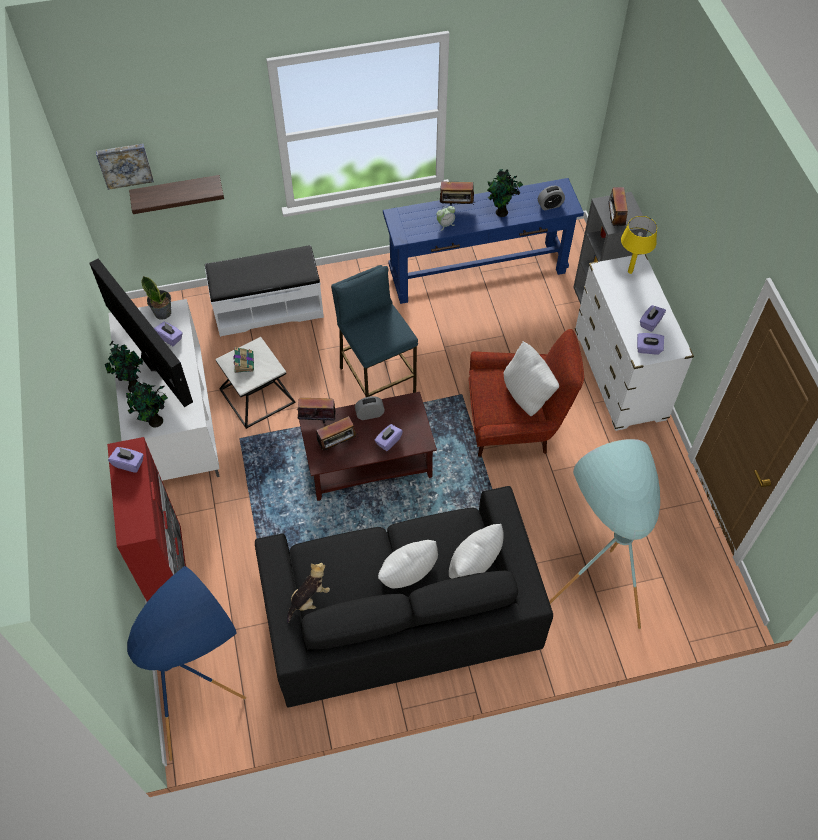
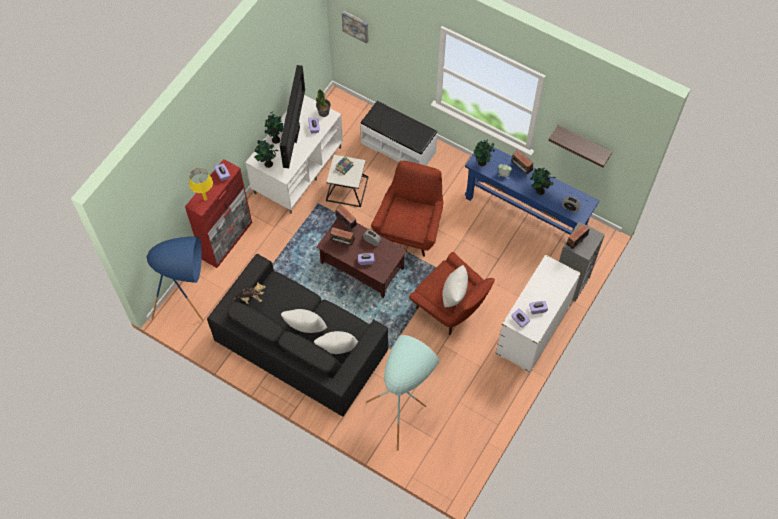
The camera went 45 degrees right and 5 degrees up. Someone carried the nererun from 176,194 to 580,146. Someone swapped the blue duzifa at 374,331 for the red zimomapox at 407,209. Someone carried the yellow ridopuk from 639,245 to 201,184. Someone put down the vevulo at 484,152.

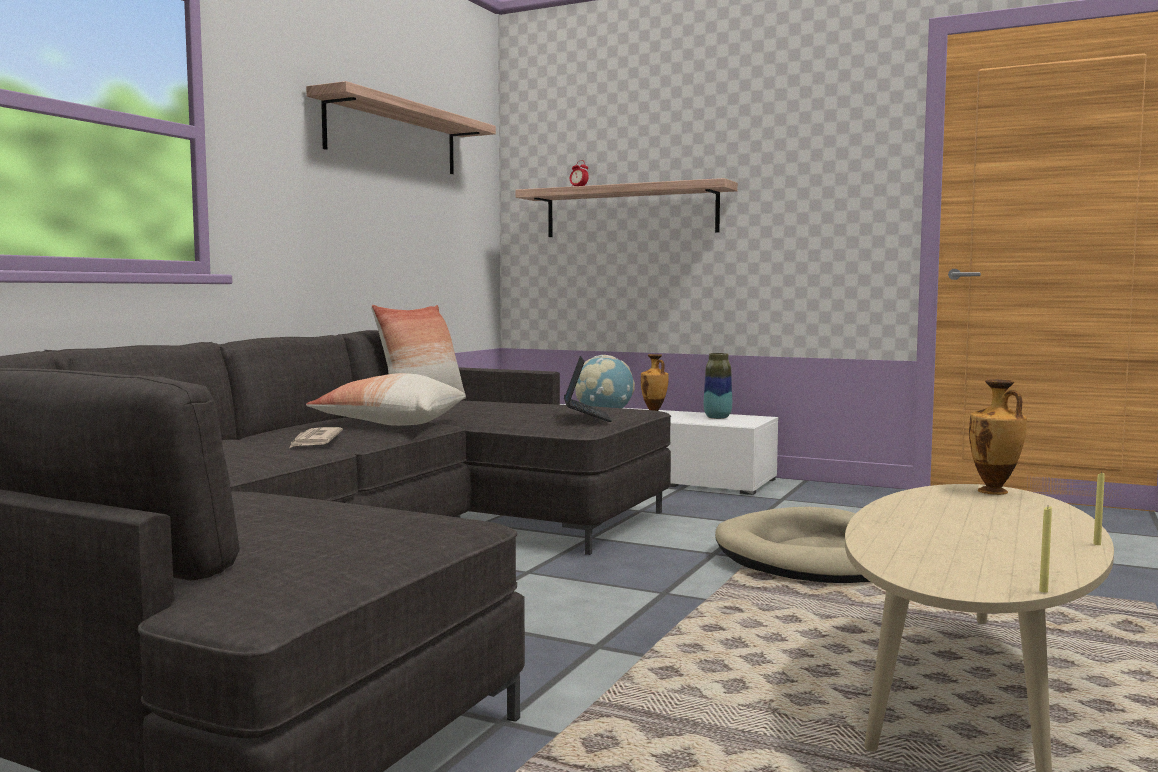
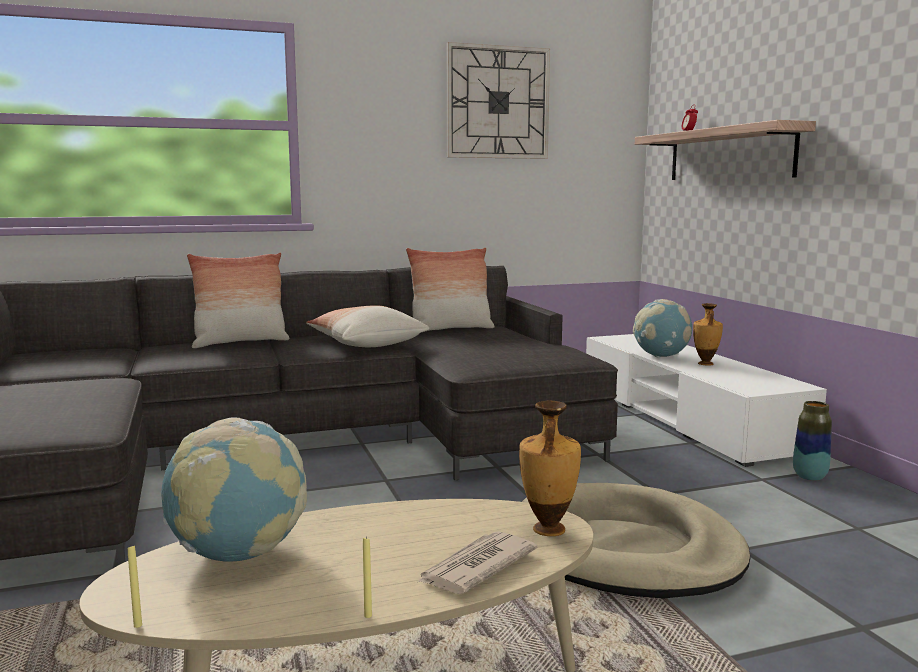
The camera went 45 degrees right and 5 degrees up. Someone carried the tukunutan from 316,437 to 477,562. Someone swapped the nererun at 401,127 for the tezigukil at 498,100. Someone took away the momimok at 588,389. Someone carried the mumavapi from 718,386 to 812,441. Someone put down the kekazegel at 234,490. Someone put down the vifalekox at 238,300.

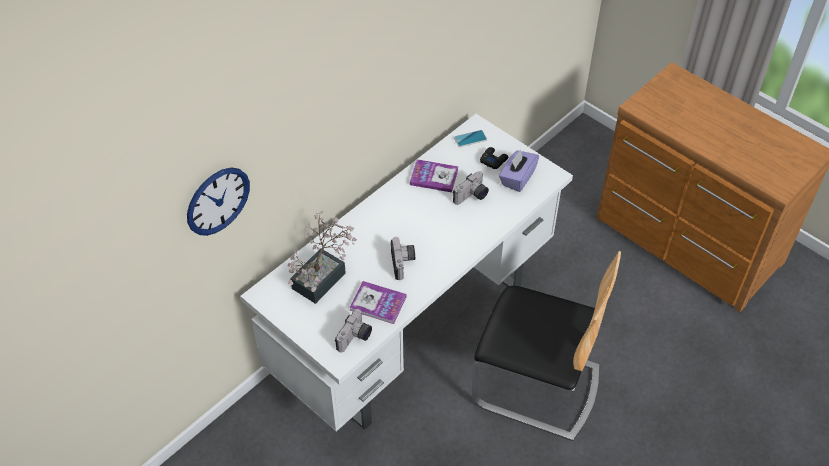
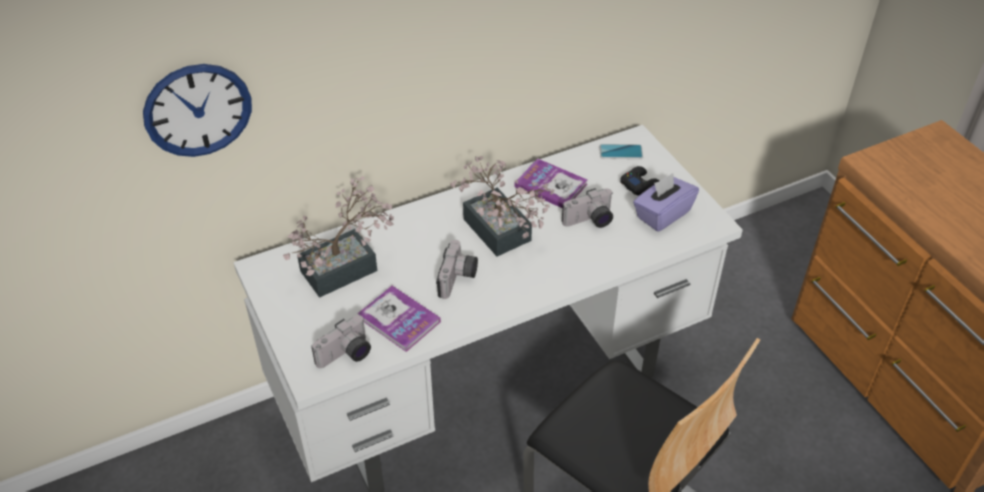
The camera went 20 degrees right and 5 degrees down. Someone put down the vevulo at 502,206.

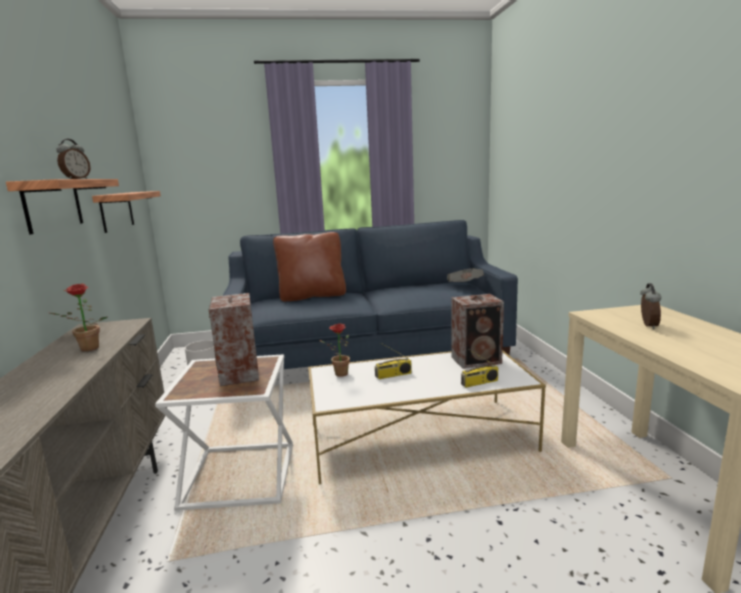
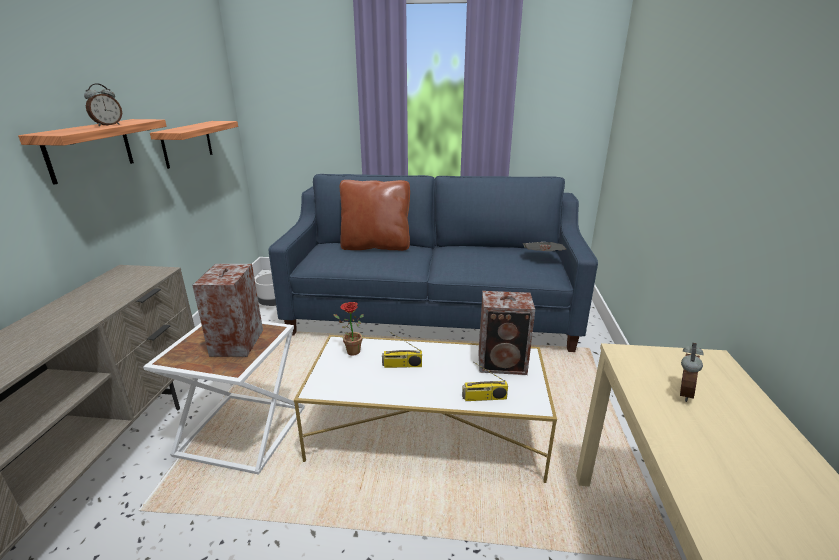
The camera went 15 degrees right and 10 degrees up. Someone took away the vevulo at 79,317.

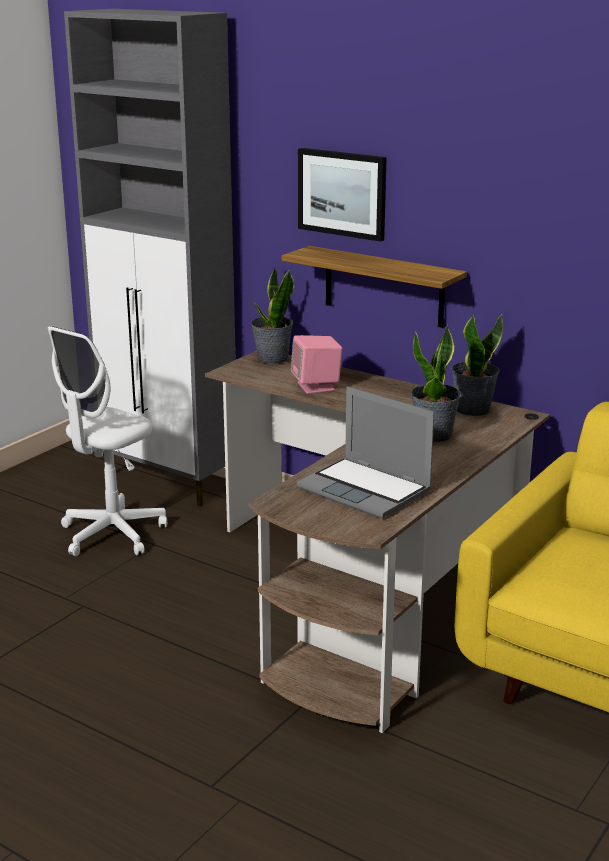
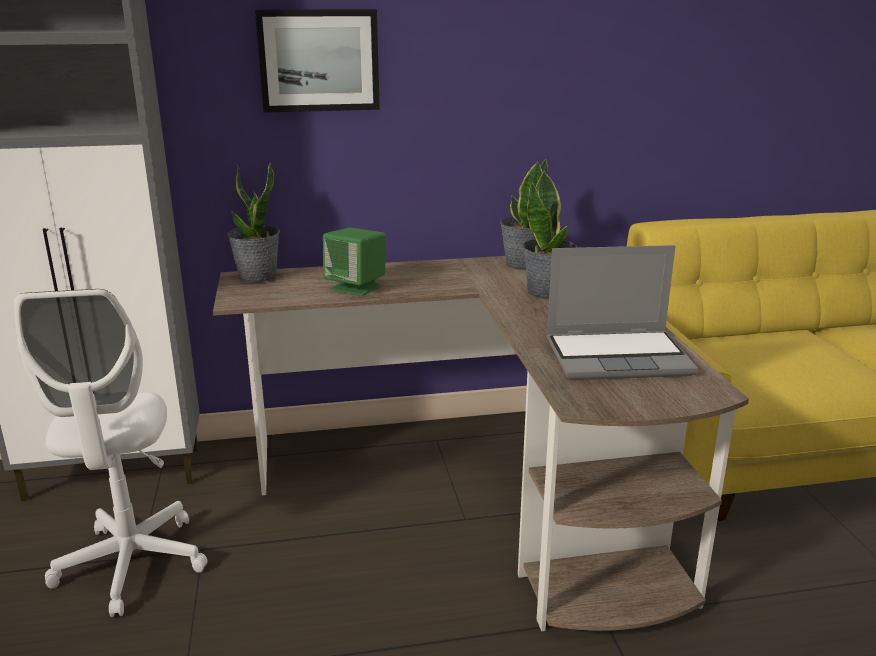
The camera went 45 degrees left and 0 degrees up. Someone took away the nererun at 374,287. Someone repainted the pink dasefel at 316,364, which became the green dasefel at 354,261.

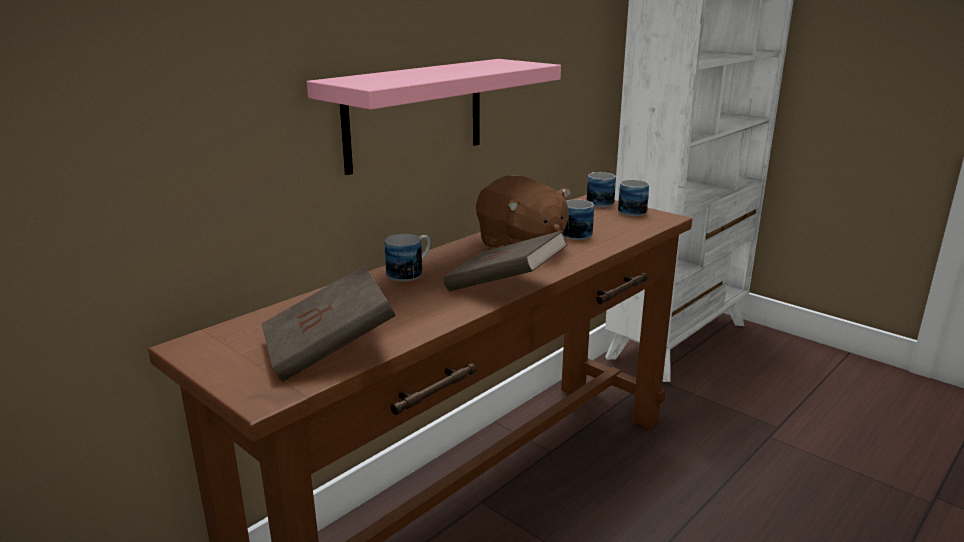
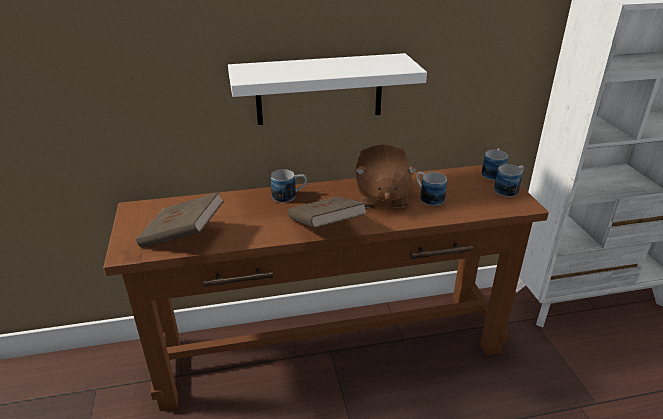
The camera went 35 degrees right and 10 degrees up. Someone repainted the pink nererun at 434,117, which became the white nererun at 327,89.

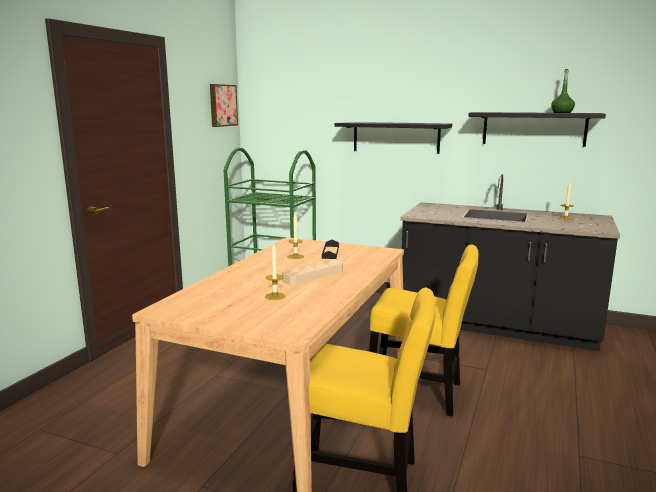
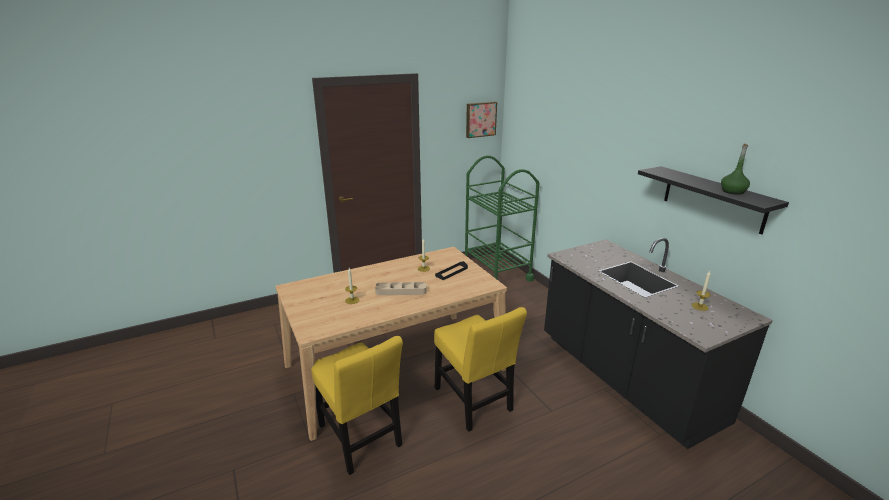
The camera went 40 degrees right and 10 degrees up. Someone took away the black nererun at 393,138.

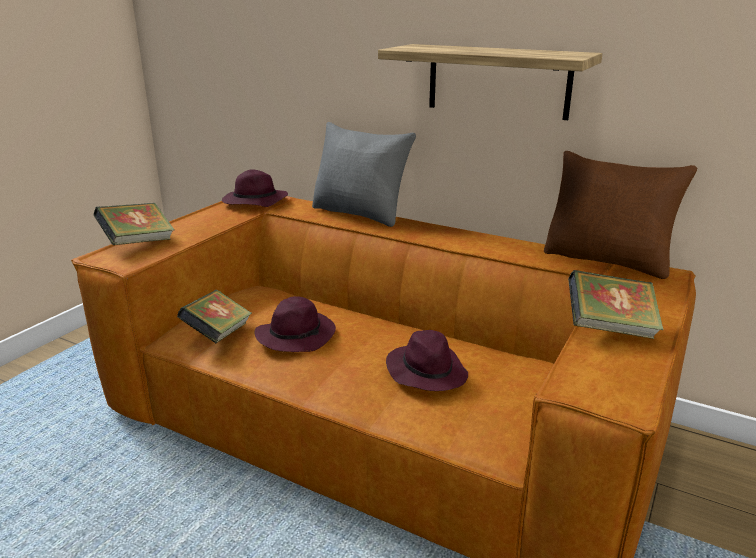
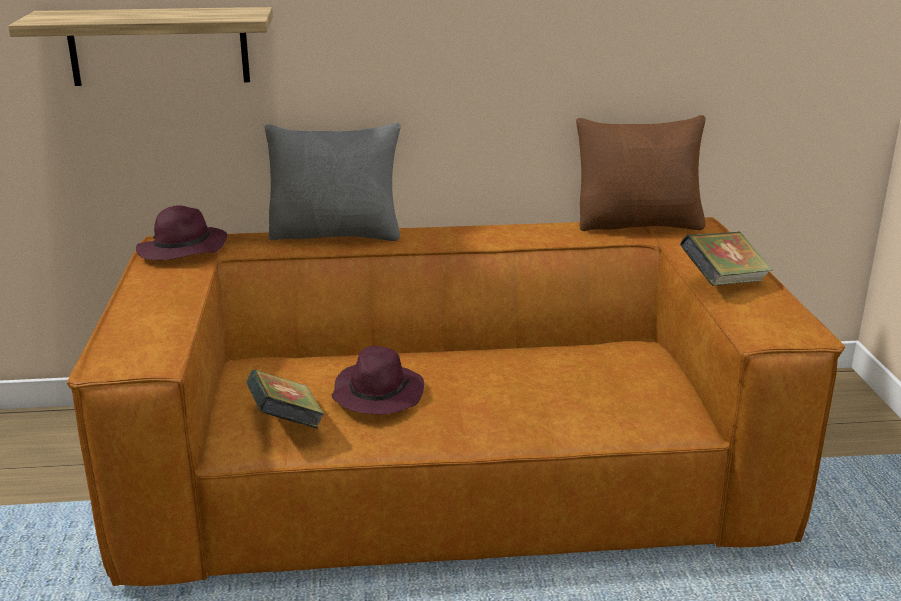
The camera went 35 degrees left and 0 degrees up. Someone took away the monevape at 134,224. Someone carried the nererun from 490,82 to 140,46. Someone took away the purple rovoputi at 427,360.

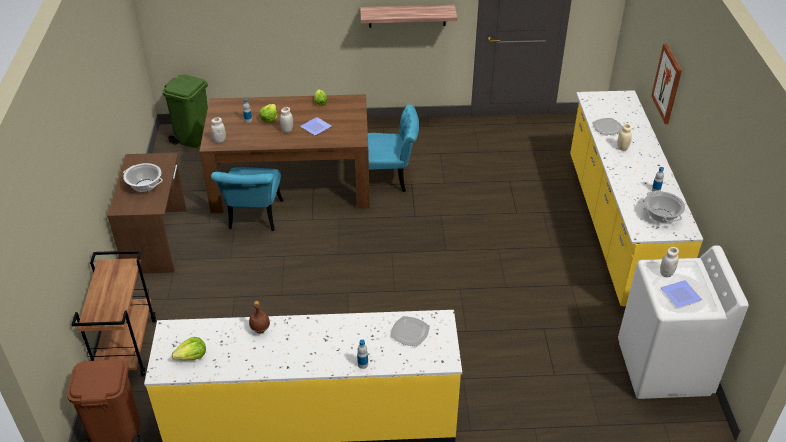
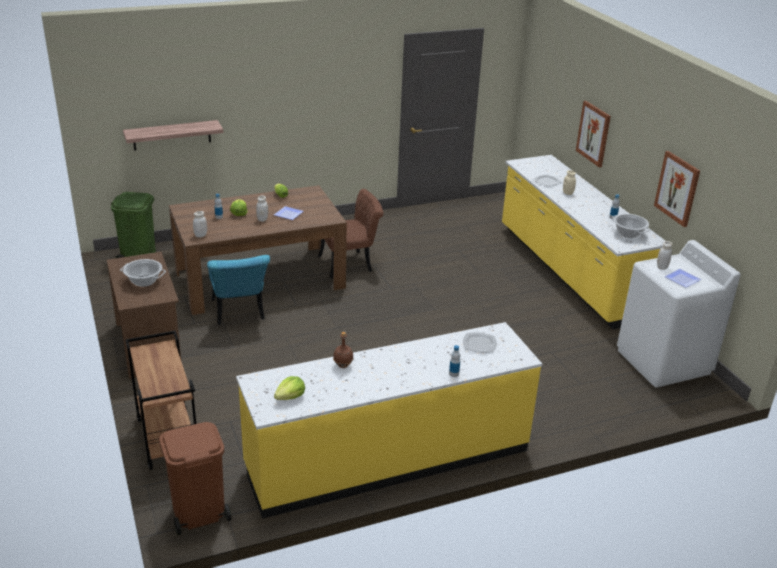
The camera went 20 degrees left and 10 degrees down. Someone carried the nererun from 408,16 to 173,135. Someone repainted the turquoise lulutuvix at 393,148, which became the brown lulutuvix at 351,233. Someone put up the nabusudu at 677,189.

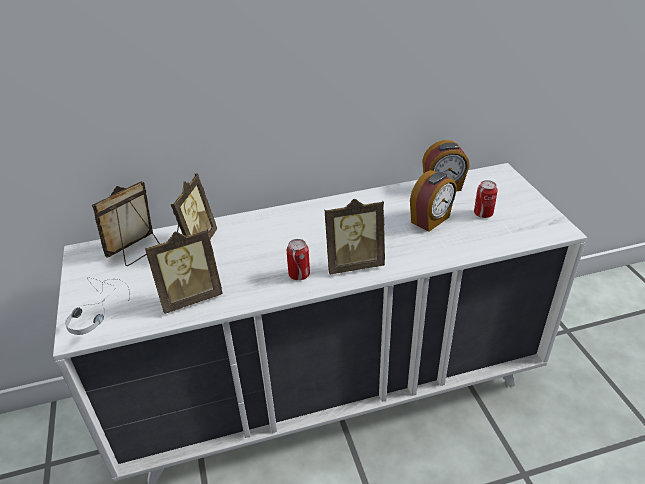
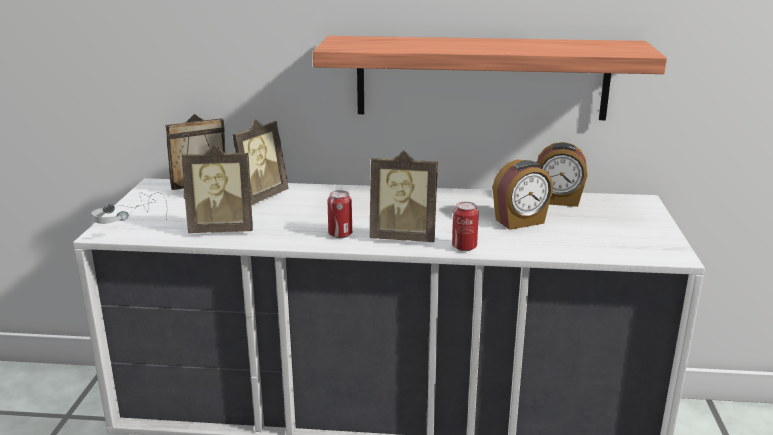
The camera went 20 degrees right and 15 degrees down. Someone carried the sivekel from 486,199 to 465,226. Someone put up the nererun at 490,78.

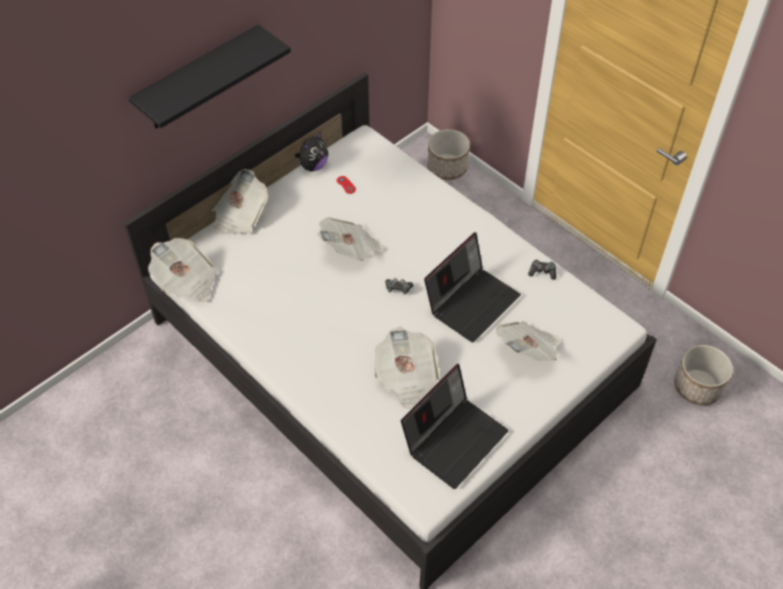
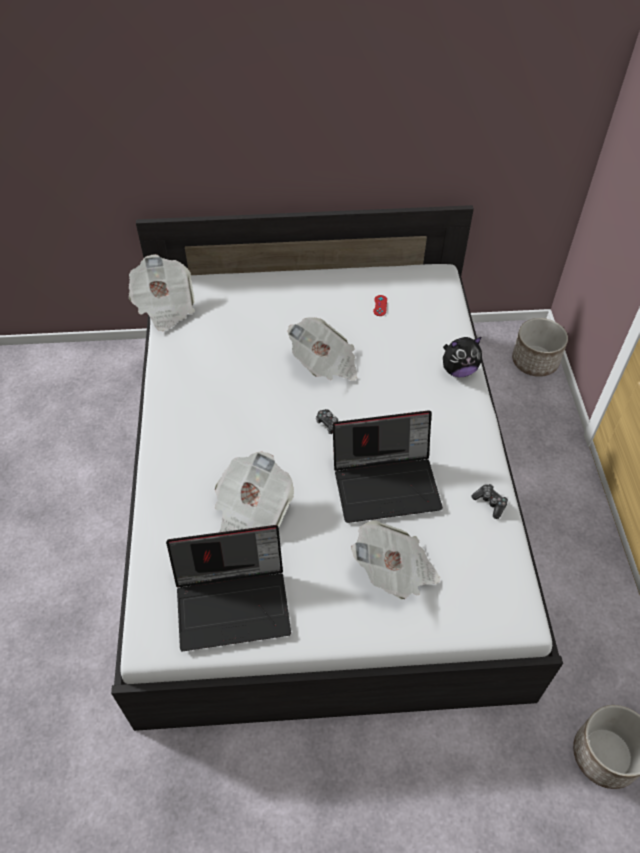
The camera went 40 degrees right and 0 degrees up. Someone took away the black nererun at 209,76. Someone took away the tukunutan at 239,202. Someone carried the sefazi from 311,151 to 462,357.

